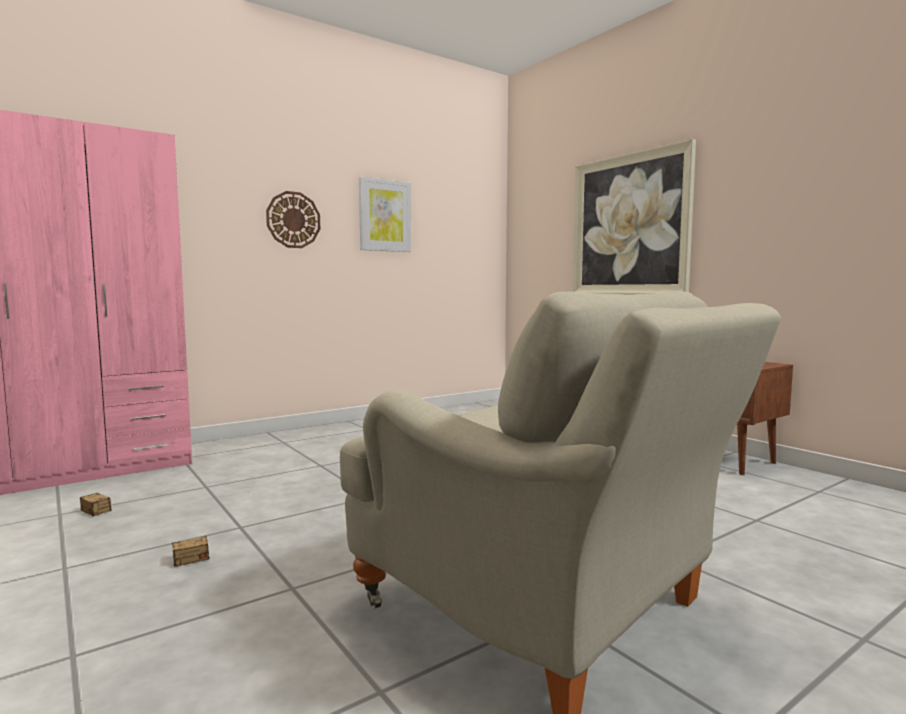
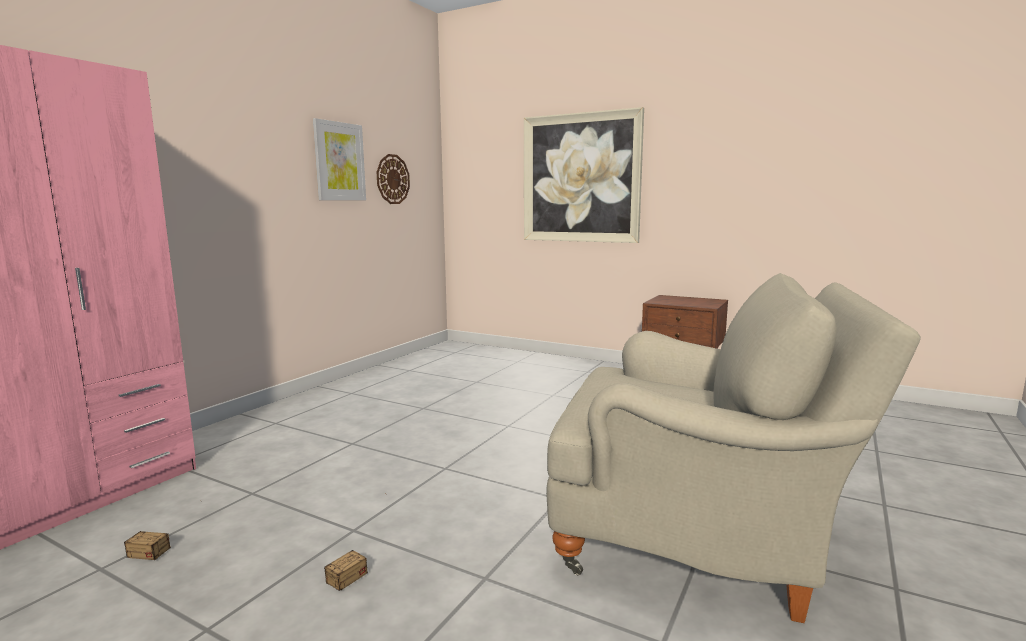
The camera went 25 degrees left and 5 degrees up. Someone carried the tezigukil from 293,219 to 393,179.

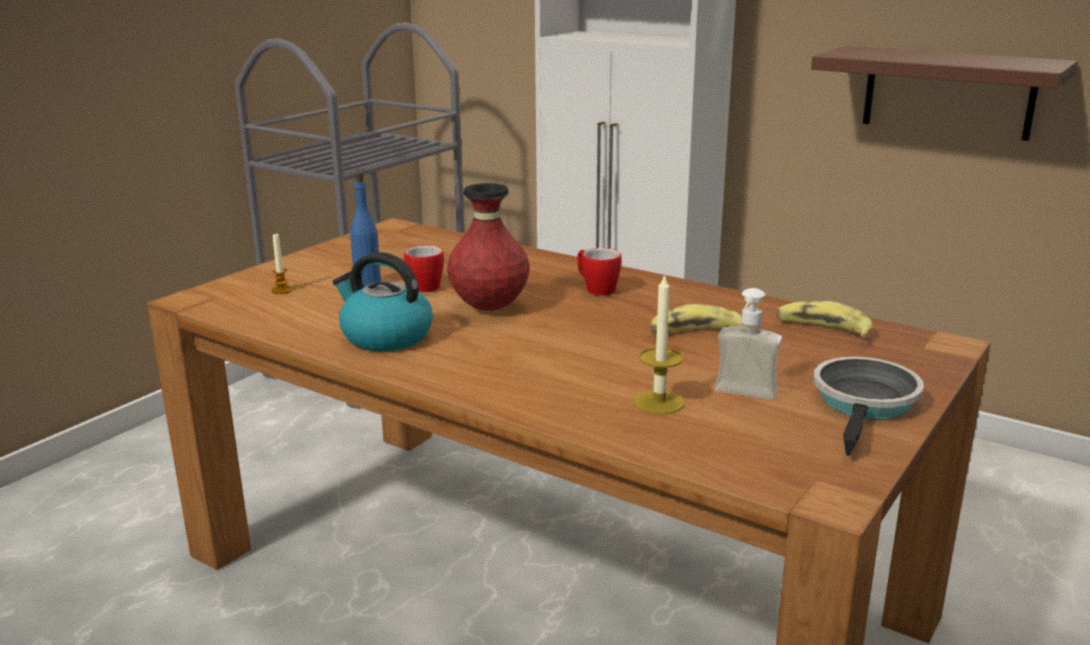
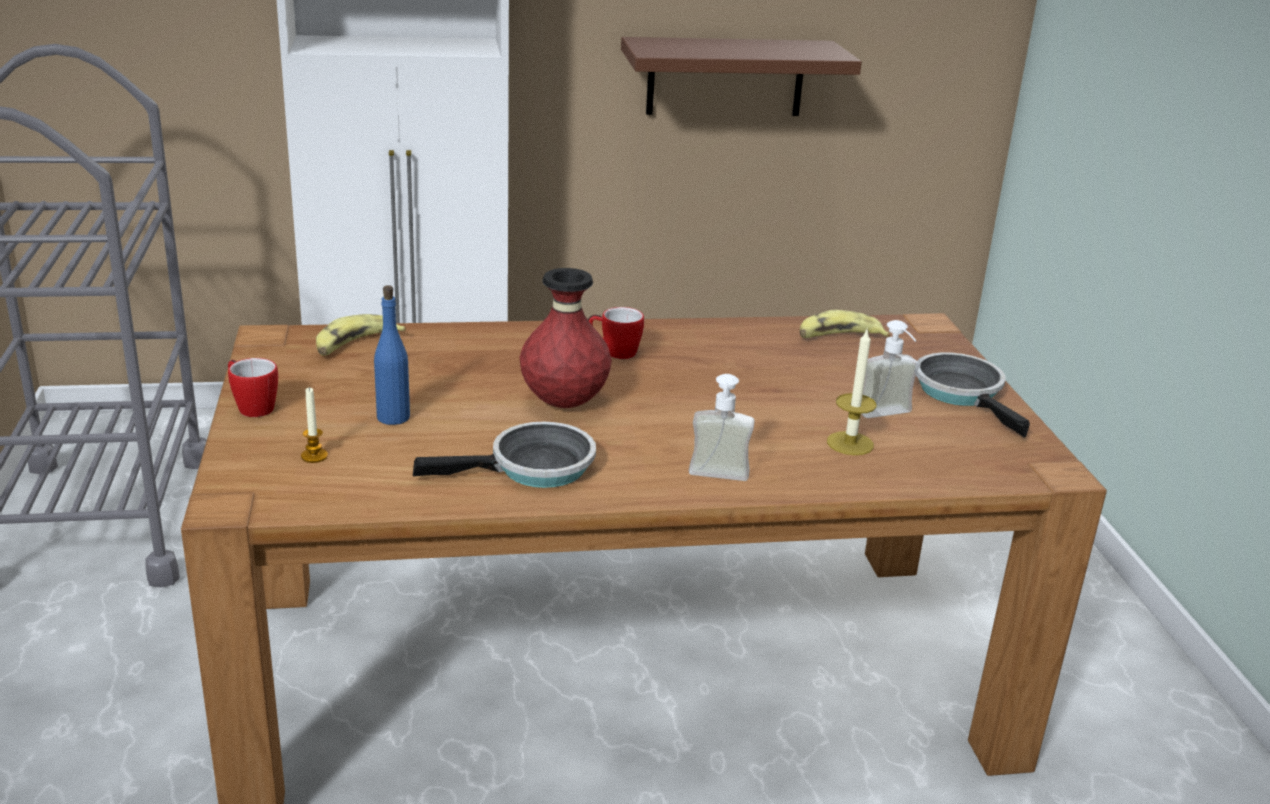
The camera went 45 degrees left and 5 degrees up. Someone swapped the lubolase at 383,301 for the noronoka at 504,455. Someone carried the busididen from 424,268 to 253,387. Someone carried the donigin from 696,319 to 361,335. Someone put down the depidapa at 721,427.

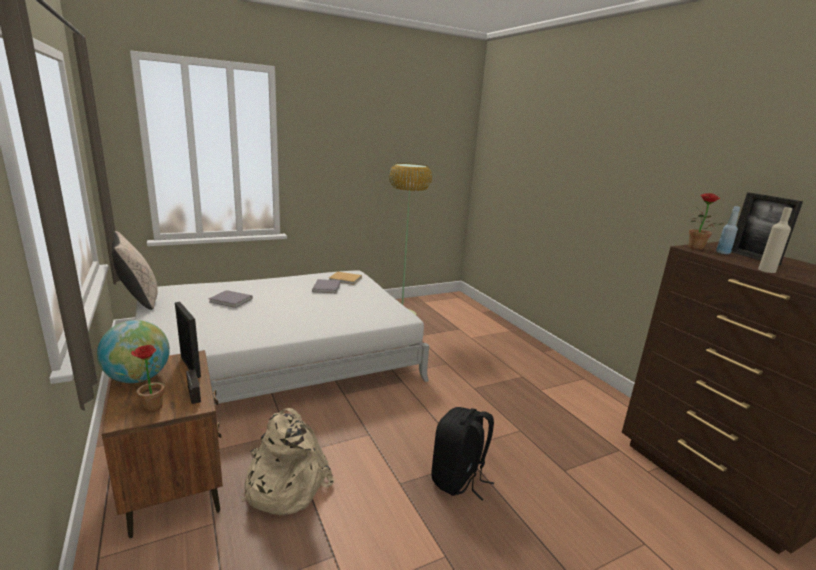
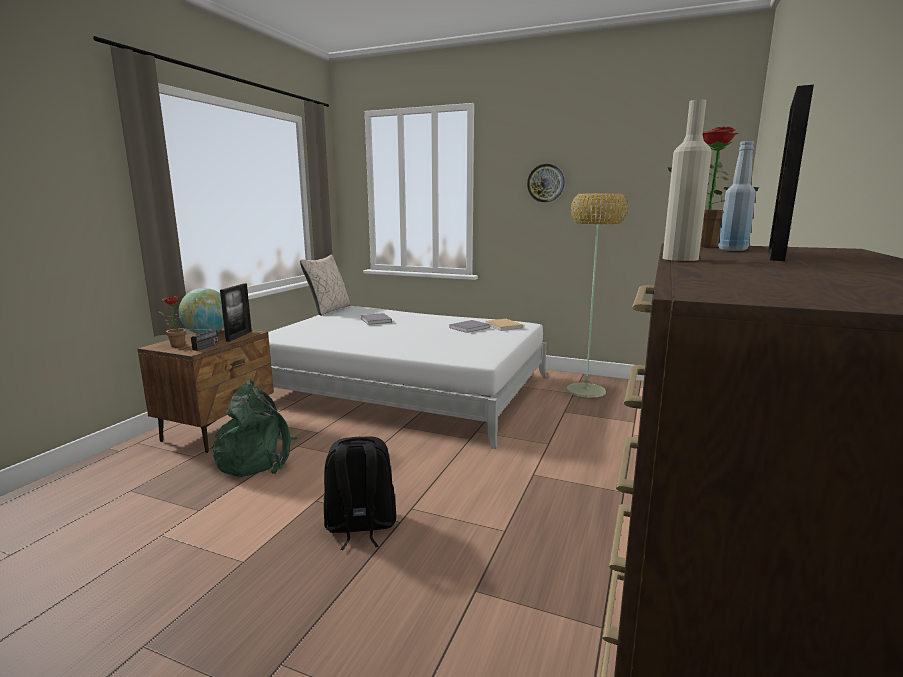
The camera went 50 degrees right and 5 degrees down. Someone repainted the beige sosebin at 288,461, which became the green sosebin at 255,428. Someone put up the tezigukil at 545,183.

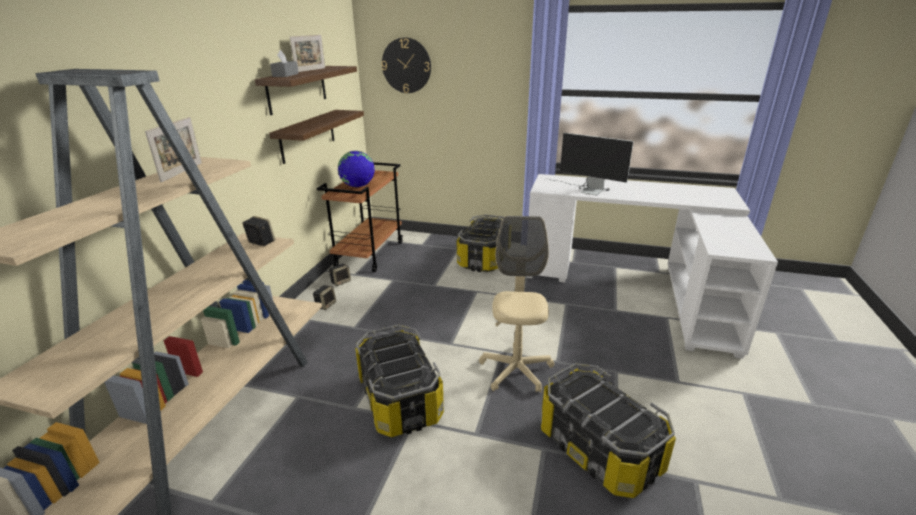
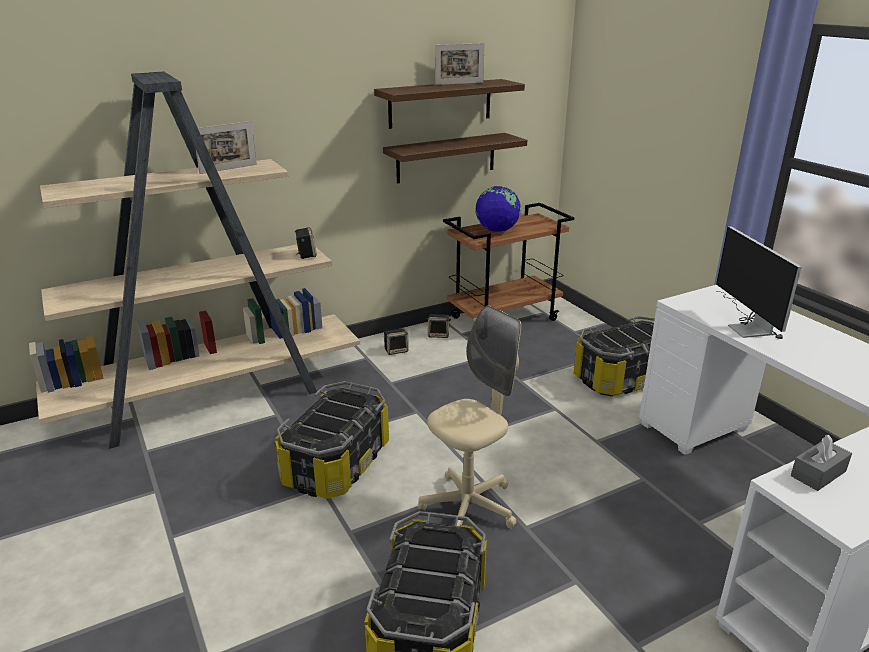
The camera went 45 degrees right and 0 degrees up. Someone carried the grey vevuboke from 284,63 to 821,463. Someone took away the tezigukil at 406,65.

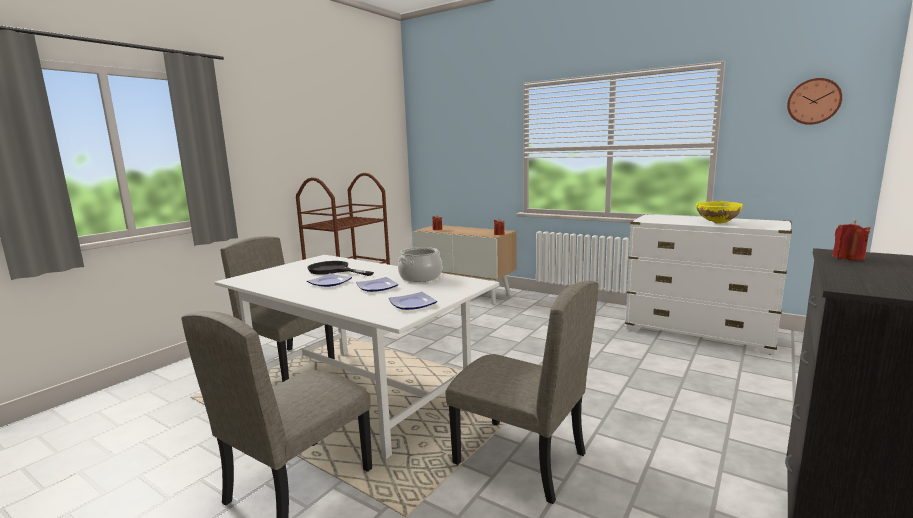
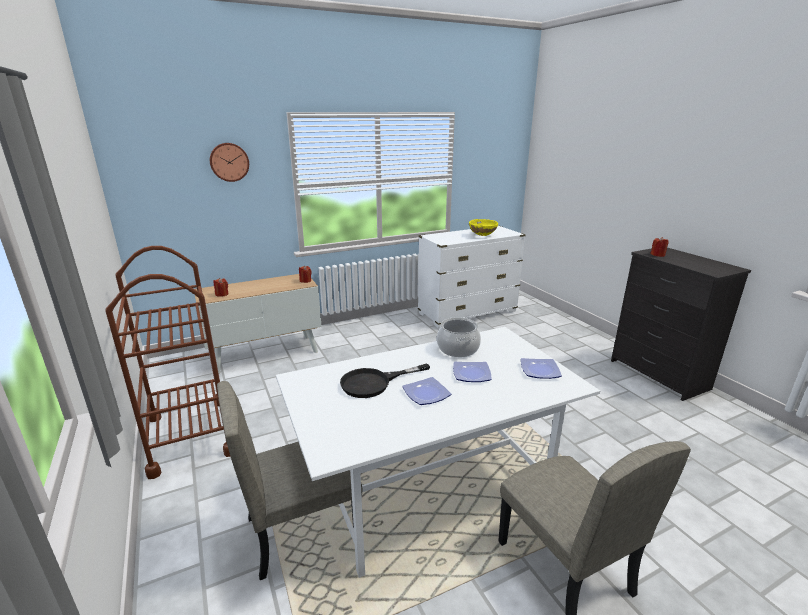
The camera went 60 degrees left and 10 degrees up. Someone took away the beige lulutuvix at 522,392. Someone carried the tezigukil from 815,101 to 229,162.

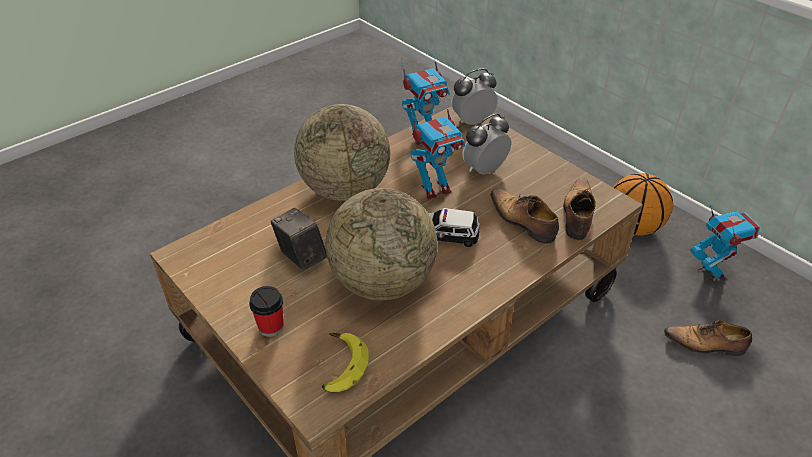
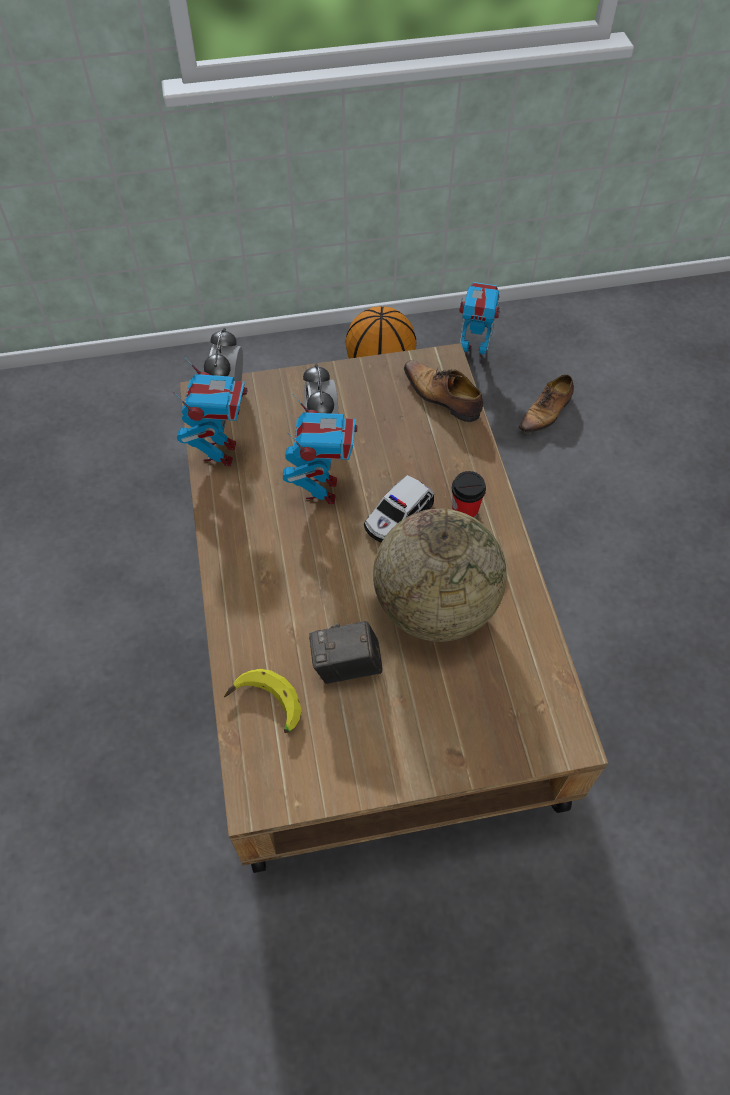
The camera went 60 degrees left and 15 degrees up. Someone carried the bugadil from 266,311 to 469,494. Someone took away the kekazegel at 342,152. Someone carried the donigin from 345,362 to 263,701. Someone took away the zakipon at 524,216.

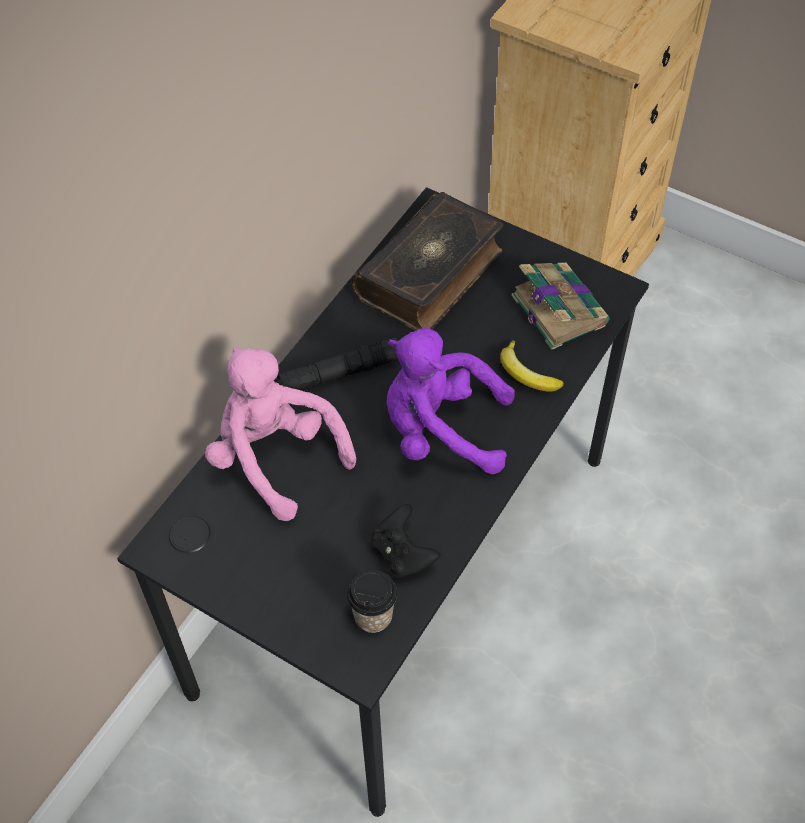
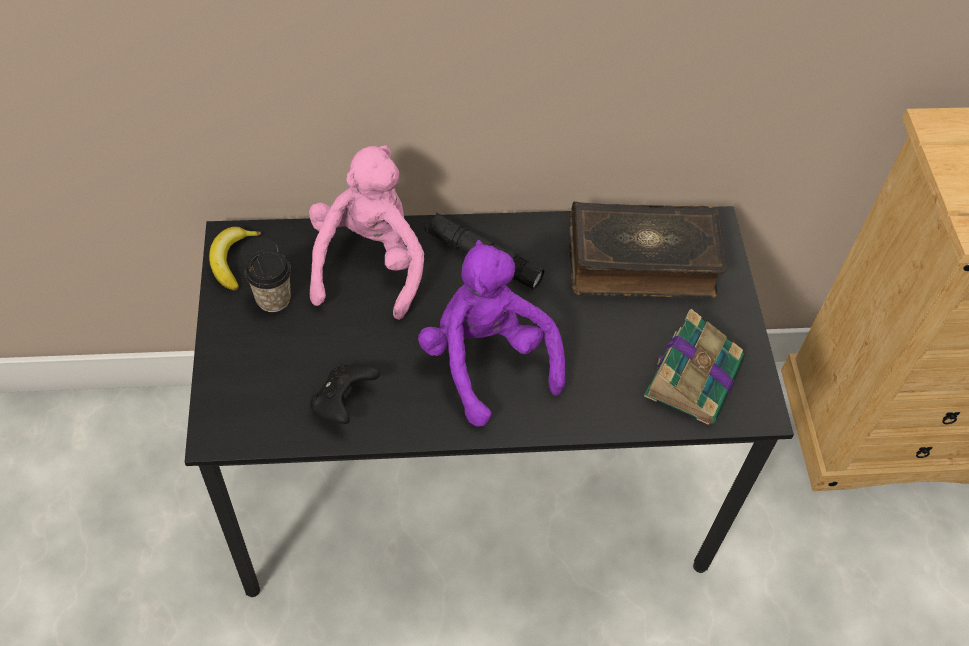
The camera went 50 degrees right and 0 degrees up. Someone carried the bugadil from 372,601 to 268,281. Someone carried the donigin from 532,366 to 235,259.

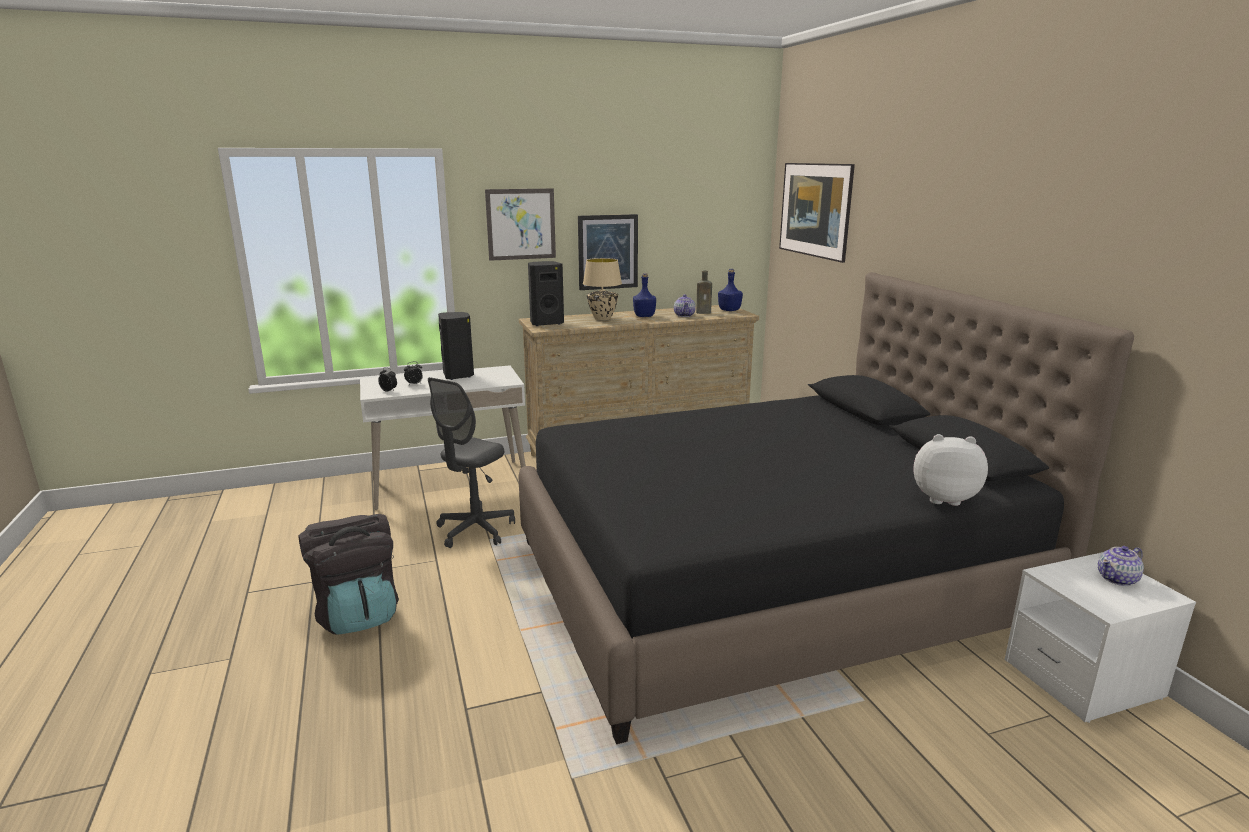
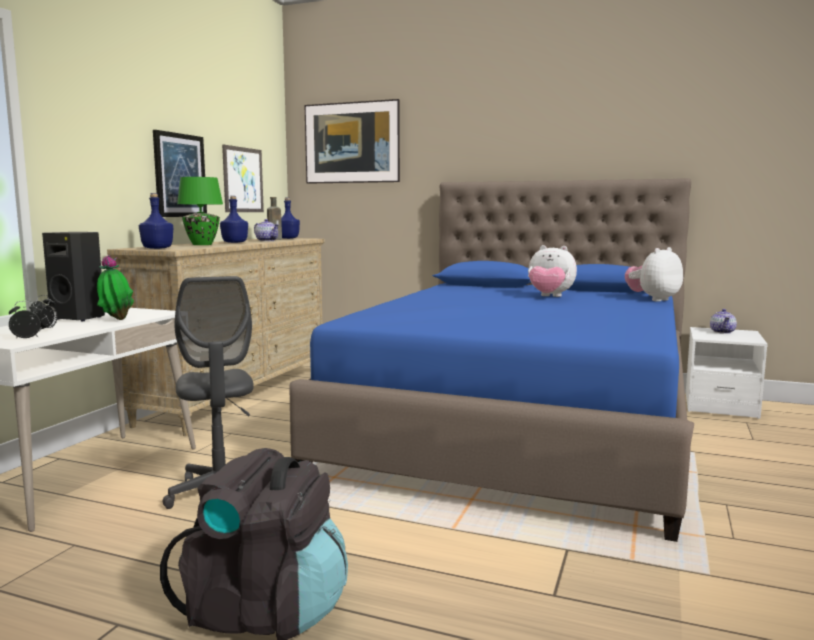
The camera went 50 degrees left and 10 degrees down. Someone carried the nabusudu from 520,224 to 243,178. Someone repainted the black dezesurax at 826,508, which became the blue dezesurax at 491,360. Someone swapped the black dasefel at 546,293 for the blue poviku at 156,221. Someone repainted the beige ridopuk at 602,289, which became the green ridopuk at 200,211. Someone put down the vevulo at 115,287. Someone put down the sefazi at 552,271.

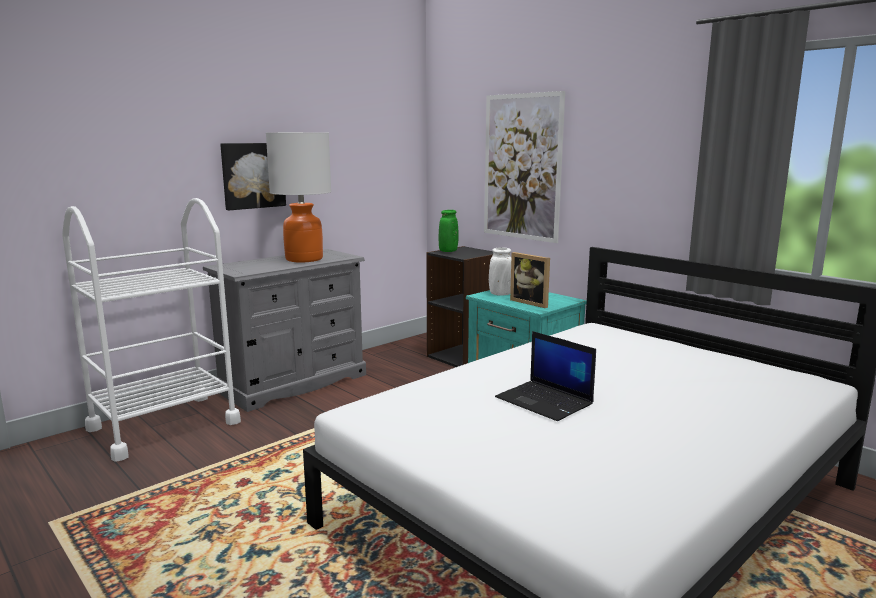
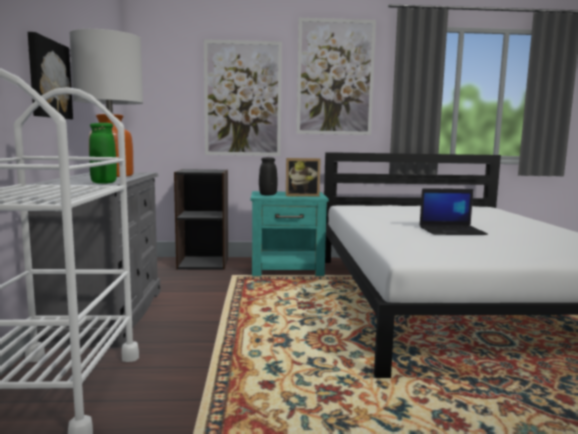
The camera went 50 degrees left and 5 degrees down. Someone carried the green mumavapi from 449,231 to 103,153. Someone repainted the white mumavapi at 500,272, which became the black mumavapi at 268,176. Someone put up the nabusudu at 336,76.

